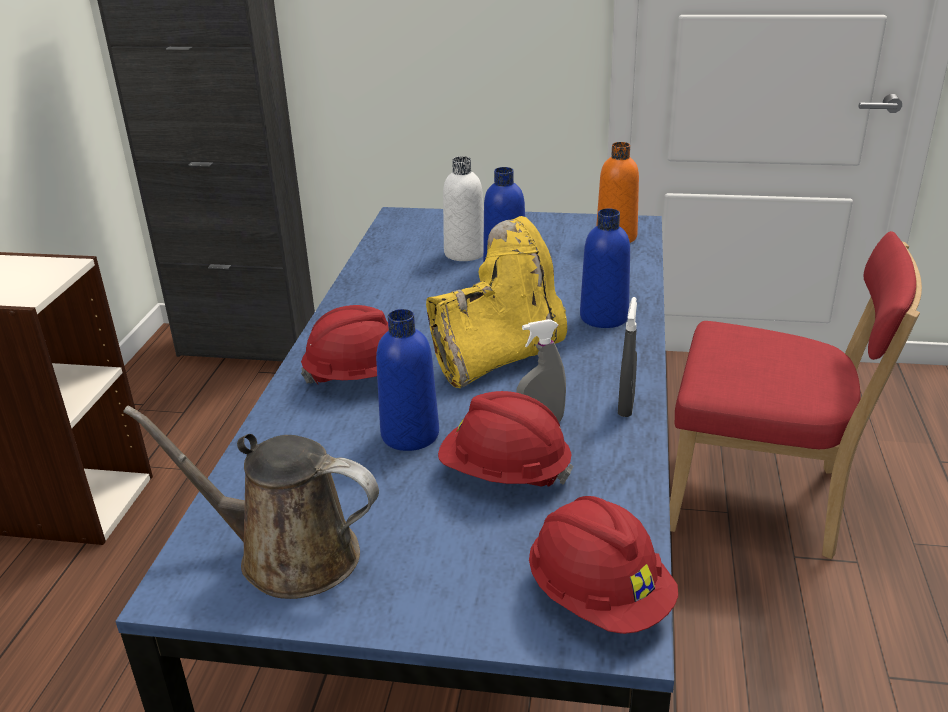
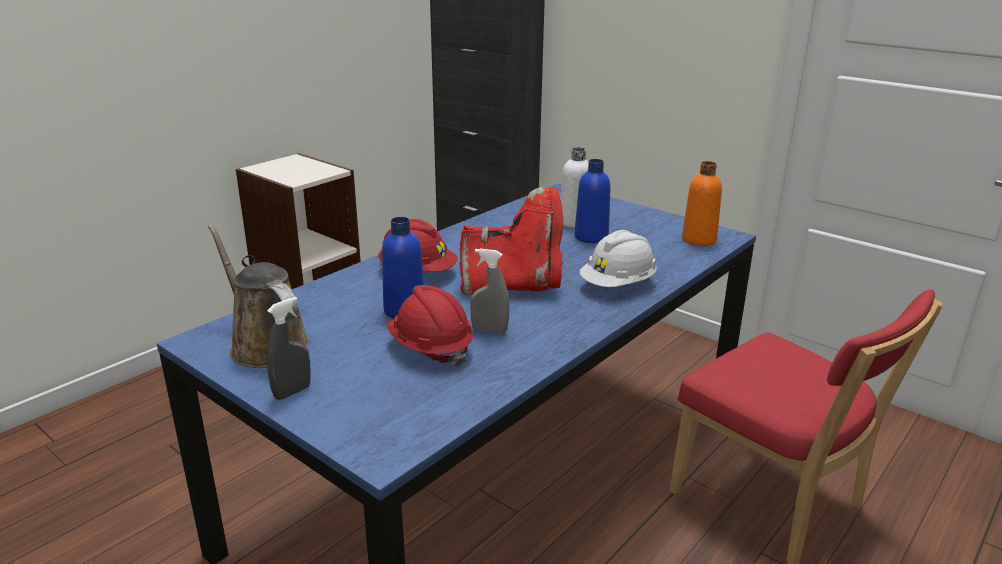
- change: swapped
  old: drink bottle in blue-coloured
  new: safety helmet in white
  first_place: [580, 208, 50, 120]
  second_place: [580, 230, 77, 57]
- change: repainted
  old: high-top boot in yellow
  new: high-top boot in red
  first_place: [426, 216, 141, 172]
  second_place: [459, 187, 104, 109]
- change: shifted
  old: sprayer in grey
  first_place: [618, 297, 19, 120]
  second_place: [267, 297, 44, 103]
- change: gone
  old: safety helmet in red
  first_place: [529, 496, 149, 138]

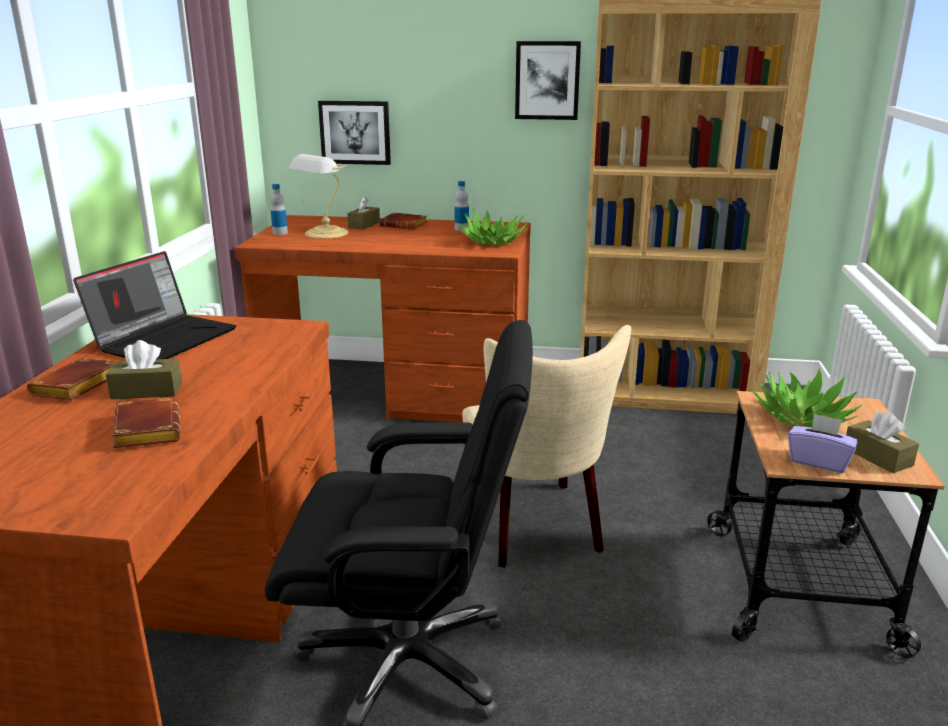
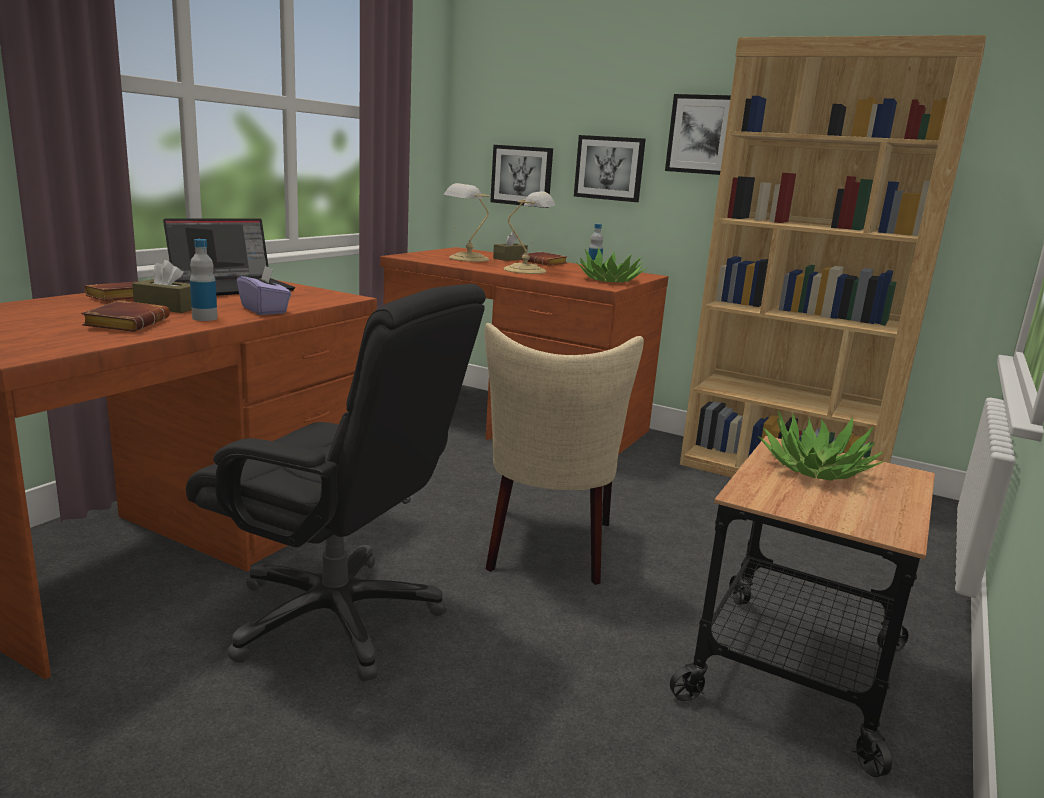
- change: shifted
  old: drink bottle
  first_place: [270, 184, 18, 51]
  second_place: [190, 239, 28, 82]
- change: gone
  old: tissue holder in brown
  first_place: [846, 411, 73, 62]
- change: shifted
  old: tissue holder in purple-coloured
  first_place: [788, 413, 69, 60]
  second_place: [237, 265, 54, 50]
- change: new
  new: wall picture
  second_place: [574, 135, 72, 67]
- change: new
  new: lamp for a table
  second_place: [503, 191, 52, 83]

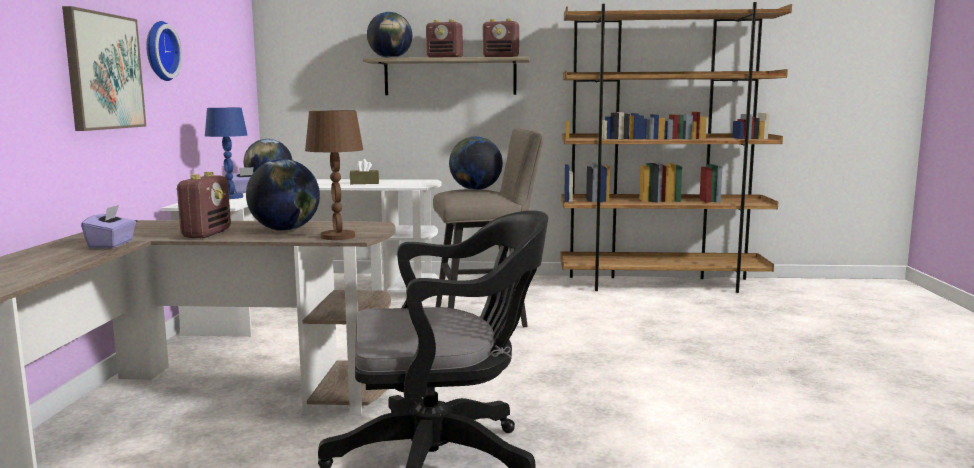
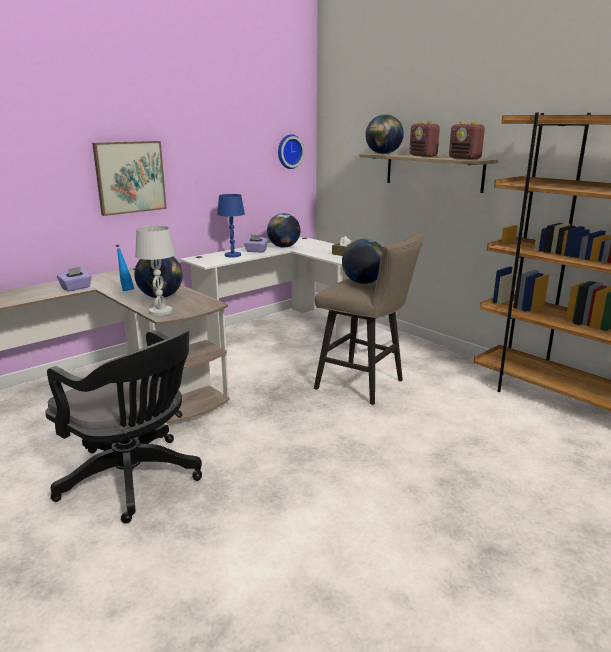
- change: shifted
  old: wall clock
  first_place: [146, 21, 36, 60]
  second_place: [278, 134, 26, 35]
- change: repainted
  old: lamp for a table in brown
  new: lamp for a table in white
  first_place: [305, 110, 58, 130]
  second_place: [135, 226, 40, 90]
- change: swapped
  old: radio receiver
  new: drink bottle in blue-coloured
  first_place: [177, 172, 54, 66]
  second_place: [116, 245, 18, 46]

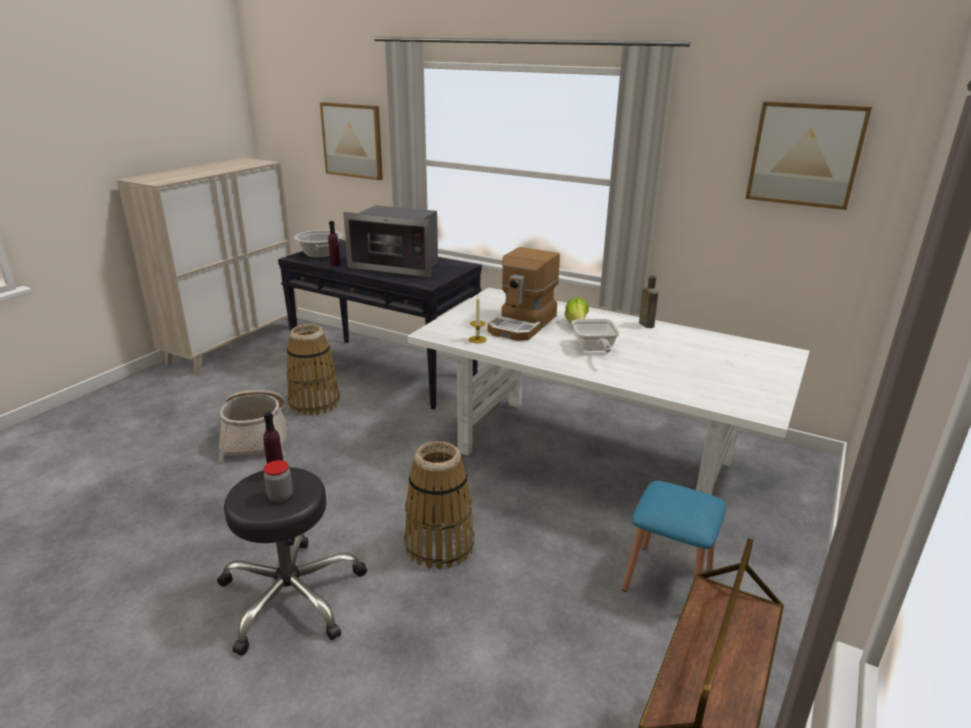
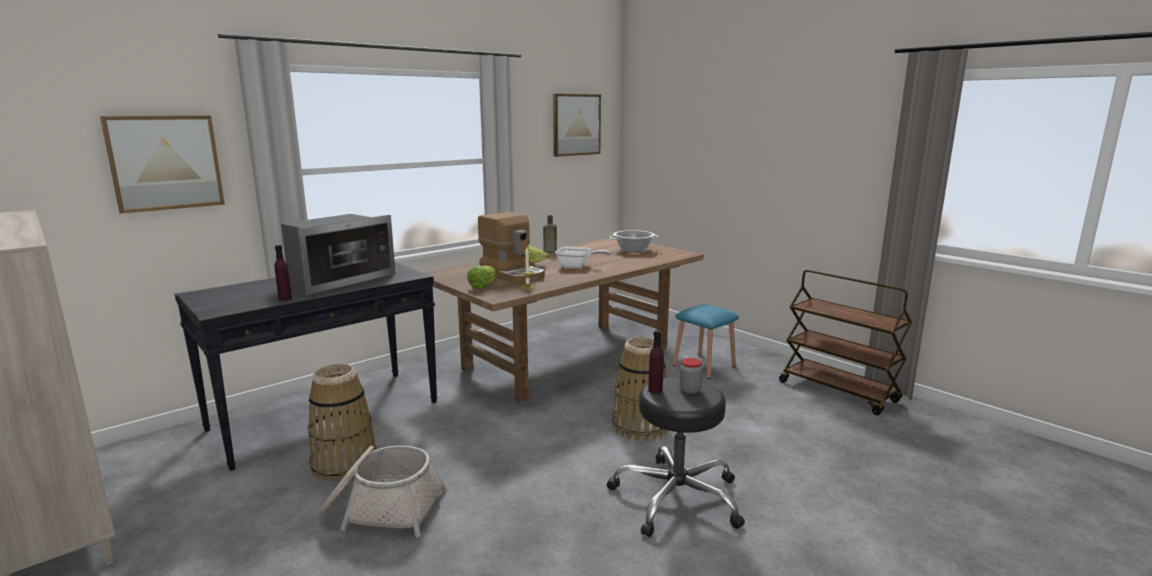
- change: shifted
  old: saucepot
  first_place: [294, 230, 48, 28]
  second_place: [609, 230, 50, 23]
- change: repainted
  old: dining table in white
  new: dining table in brown
  first_place: [408, 288, 402, 207]
  second_place: [423, 237, 281, 165]
- change: new
  new: lettuce
  second_place: [467, 266, 29, 23]

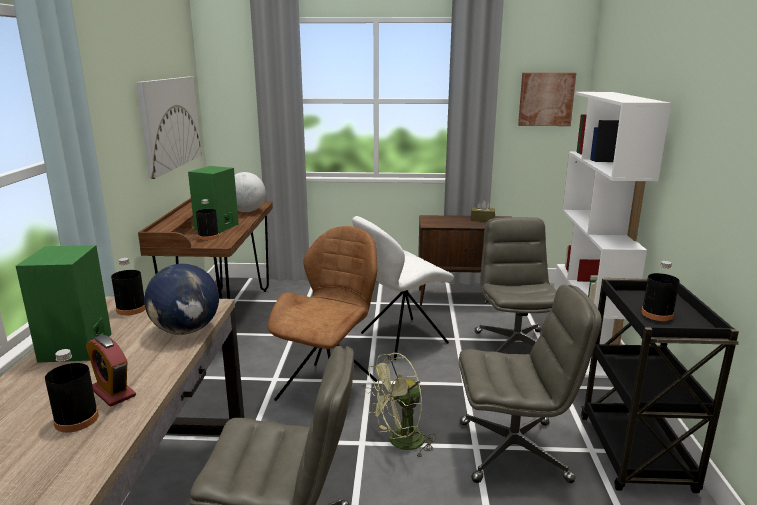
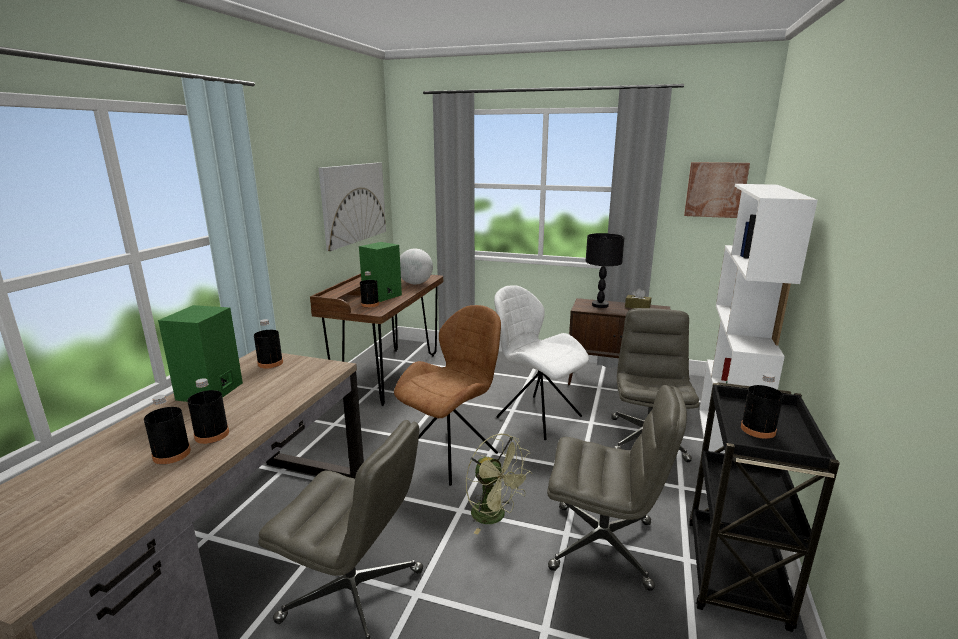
- change: rotated
  old: plain chair in white
  first_place: [352, 216, 102, 144]
  second_place: [494, 285, 95, 155]
  degrees: 60
- change: gone
  old: desk globe
  first_place: [144, 264, 75, 71]
- change: swapped
  old: bedside clock
  new: drink bottle in black
  first_place: [86, 335, 50, 72]
  second_place: [187, 378, 42, 66]
- change: rotated
  old: cooling fan in green
  first_place: [365, 353, 72, 104]
  second_place: [466, 434, 66, 101]
  degrees: -120
- change: new
  new: lamp for a table in black
  second_place: [586, 233, 39, 75]

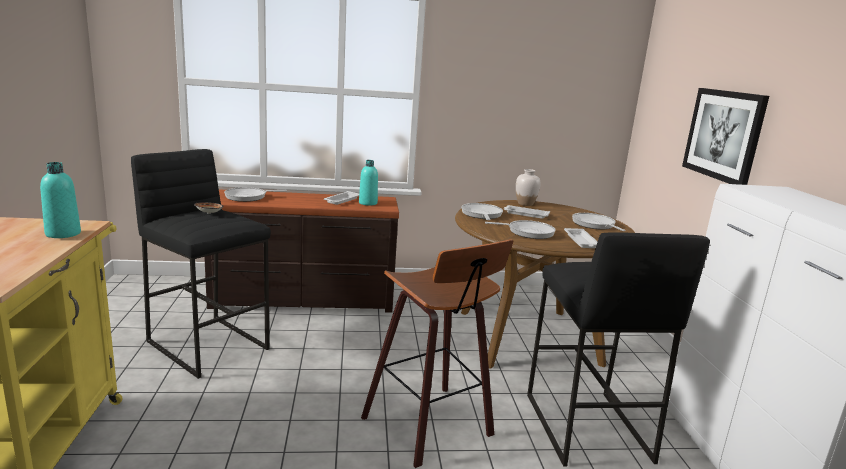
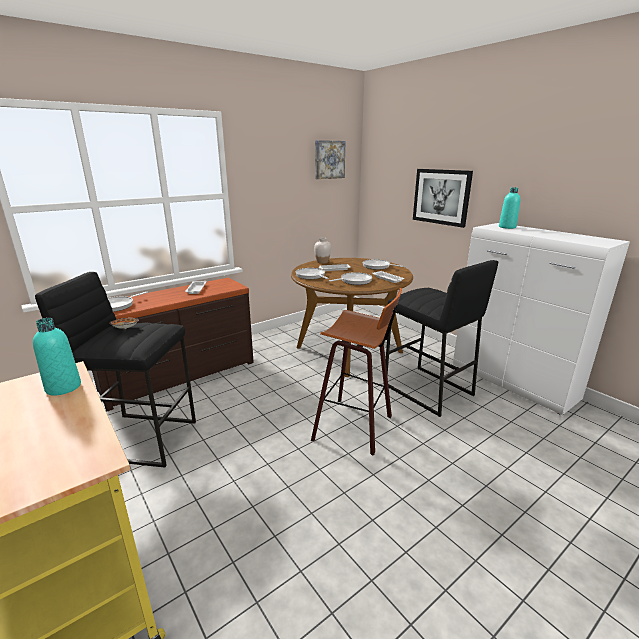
- change: shifted
  old: drink bottle in turquoise-coloured
  first_place: [359, 160, 19, 46]
  second_place: [499, 188, 21, 41]
- change: new
  new: wall picture
  second_place: [315, 140, 31, 39]

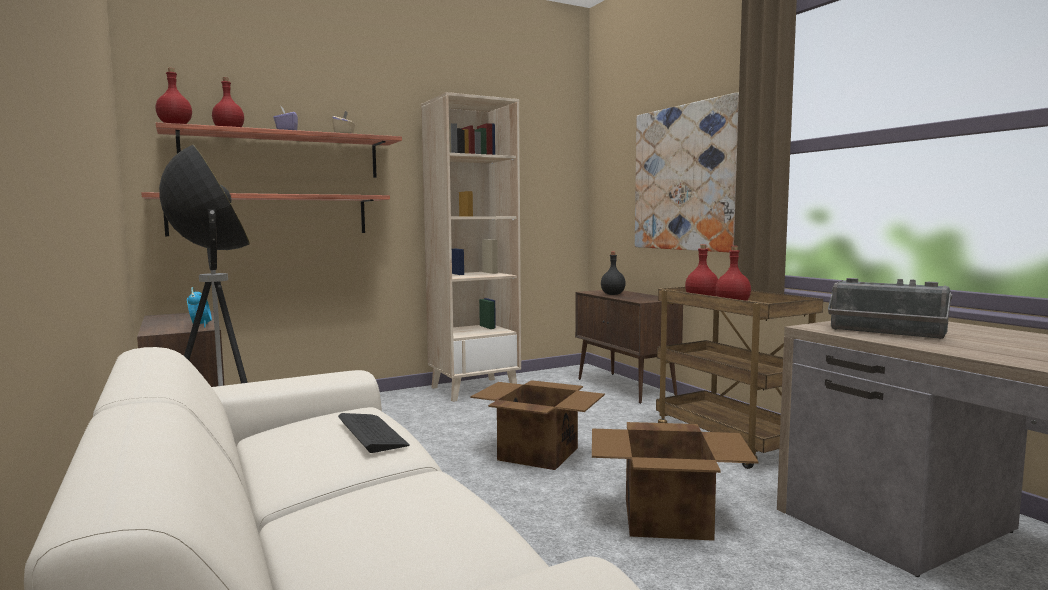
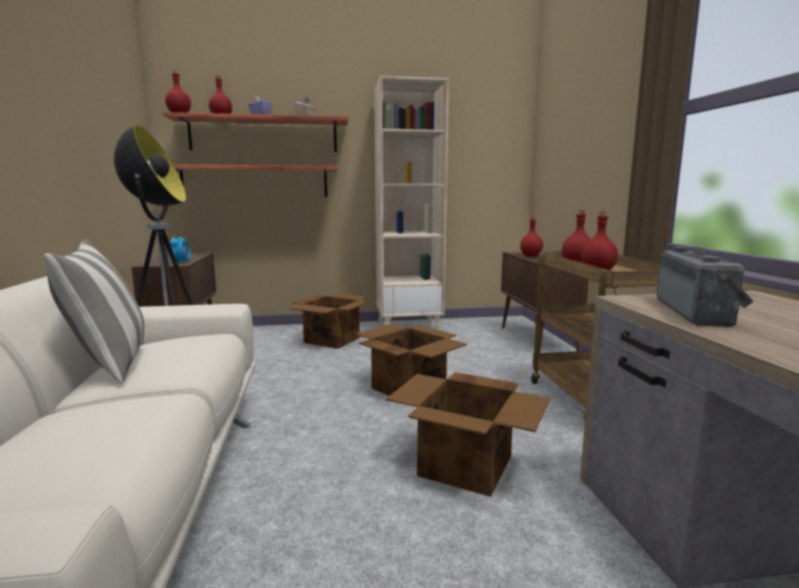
- change: gone
  old: wall picture
  first_place: [635, 92, 104, 161]
- change: repainted
  old: drink bottle in black
  new: drink bottle in red
  first_place: [601, 252, 25, 43]
  second_place: [520, 217, 23, 39]
- change: rotated
  old: radio receiver
  first_place: [828, 278, 124, 61]
  second_place: [656, 247, 98, 80]
  degrees: -135
- change: gone
  old: PC keyboard
  first_place: [338, 413, 72, 40]
- change: new
  new: throw pillow
  second_place: [43, 239, 101, 145]
- change: new
  new: cardboard box
  second_place: [290, 293, 79, 56]

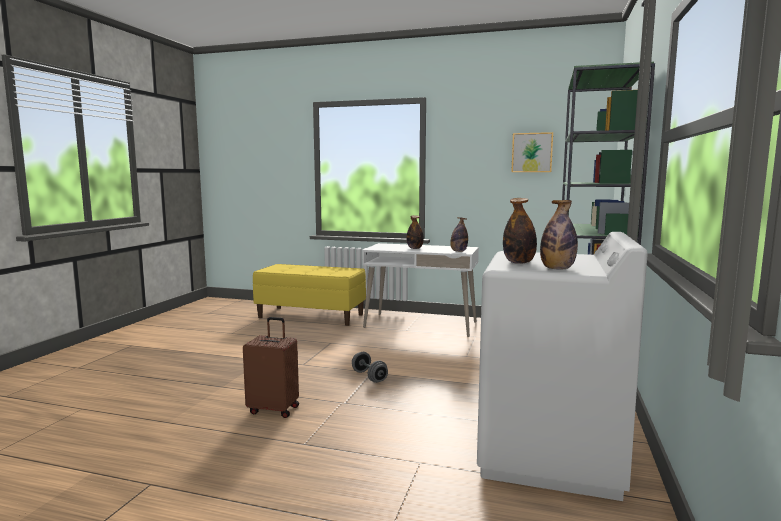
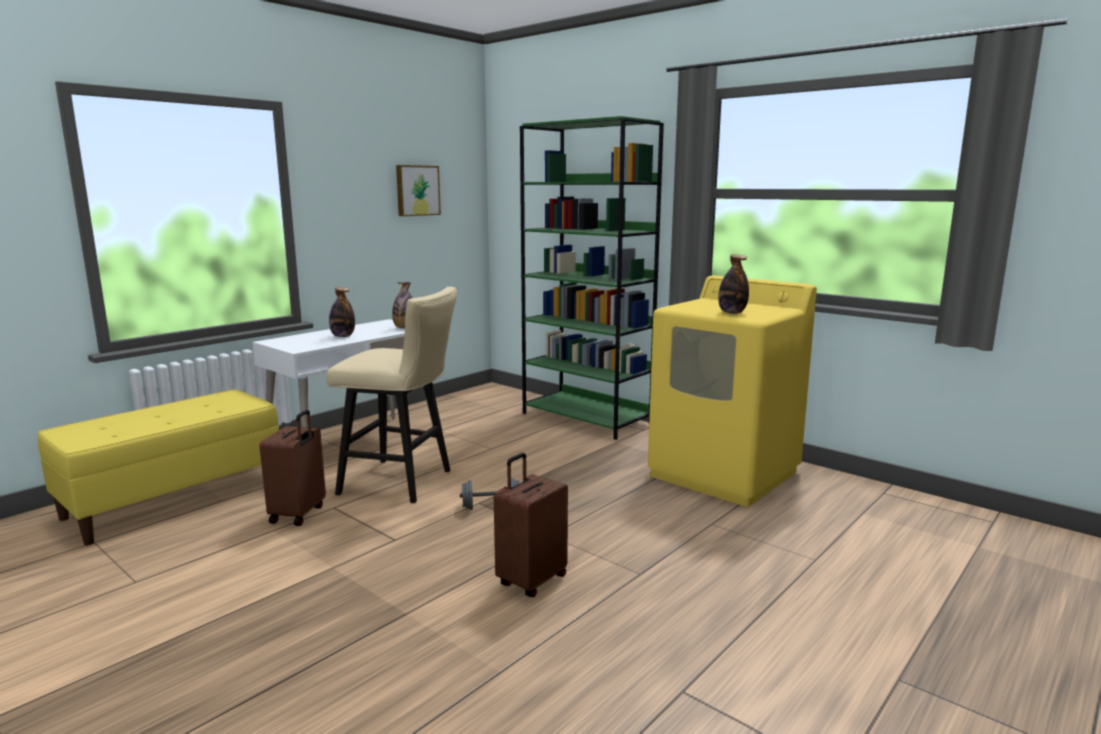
- change: gone
  old: drink bottle
  first_place: [540, 200, 38, 69]
- change: repainted
  old: washing machine in white
  new: washing machine in yellow
  first_place: [477, 232, 171, 269]
  second_place: [648, 275, 169, 232]
- change: new
  new: stool in beige-coloured
  second_place: [326, 287, 131, 216]
- change: new
  new: piece of luggage in brown
  second_place: [259, 410, 67, 116]

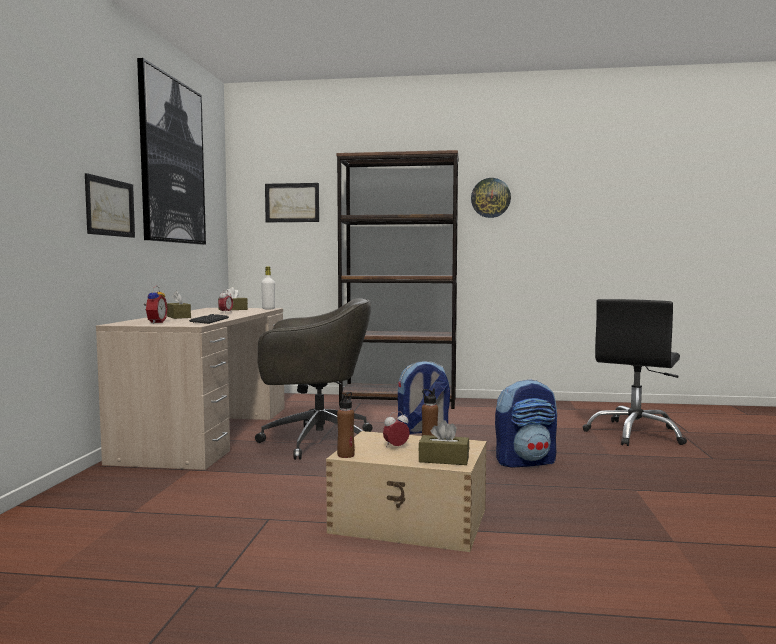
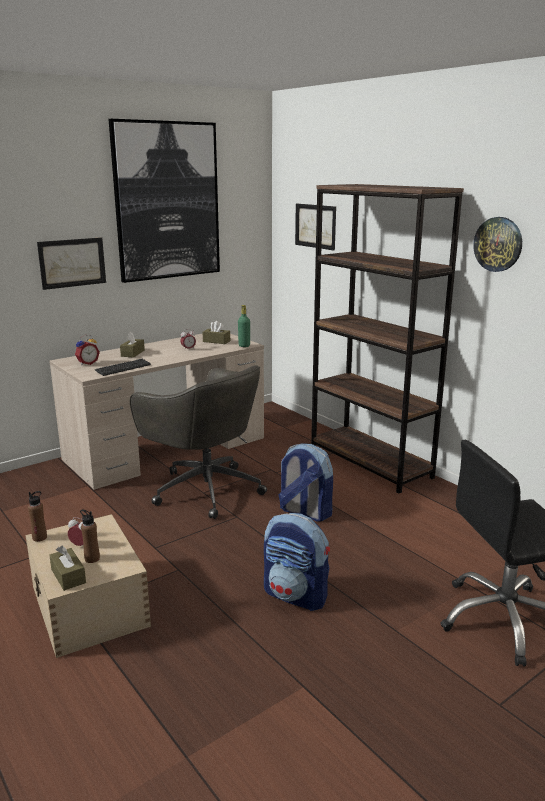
- change: repainted
  old: drink bottle in white
  new: drink bottle in green
  first_place: [261, 266, 14, 43]
  second_place: [238, 305, 12, 42]

